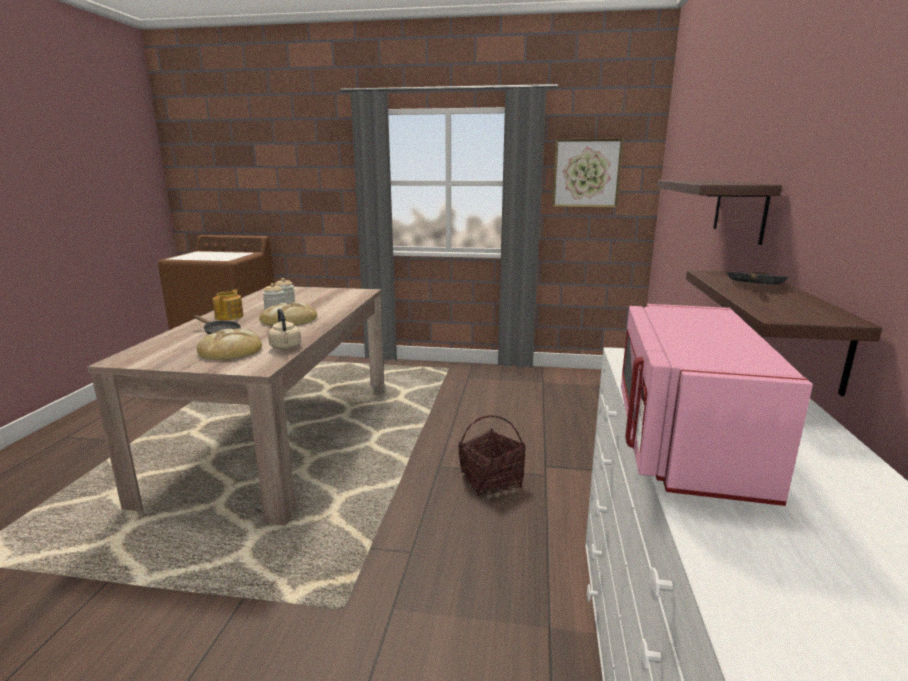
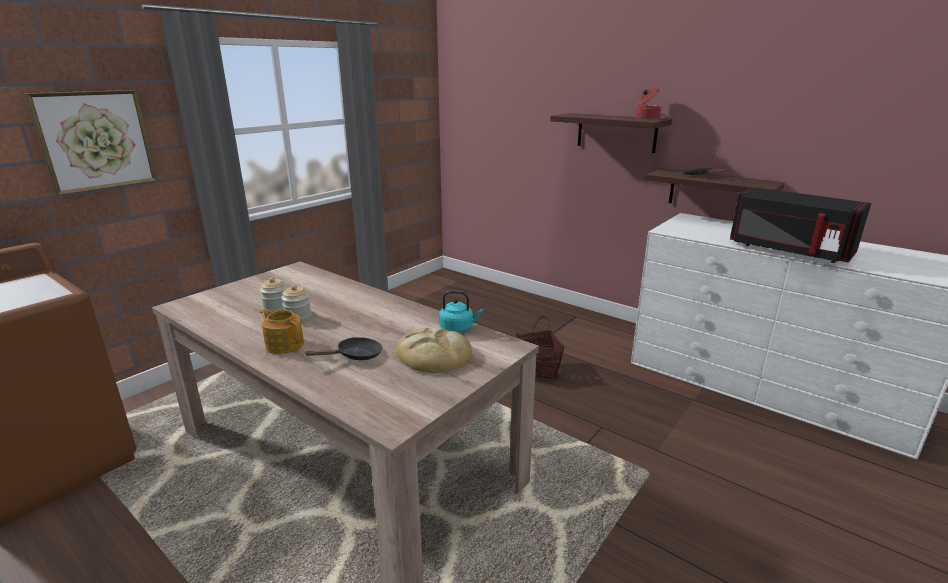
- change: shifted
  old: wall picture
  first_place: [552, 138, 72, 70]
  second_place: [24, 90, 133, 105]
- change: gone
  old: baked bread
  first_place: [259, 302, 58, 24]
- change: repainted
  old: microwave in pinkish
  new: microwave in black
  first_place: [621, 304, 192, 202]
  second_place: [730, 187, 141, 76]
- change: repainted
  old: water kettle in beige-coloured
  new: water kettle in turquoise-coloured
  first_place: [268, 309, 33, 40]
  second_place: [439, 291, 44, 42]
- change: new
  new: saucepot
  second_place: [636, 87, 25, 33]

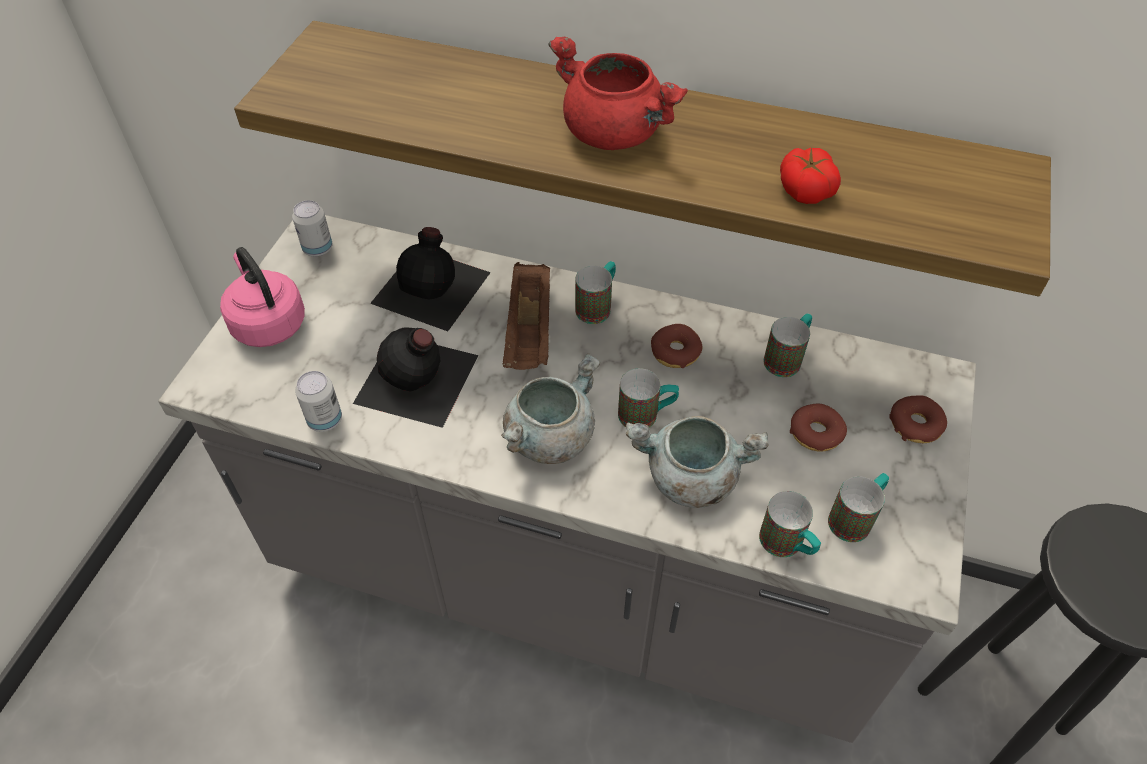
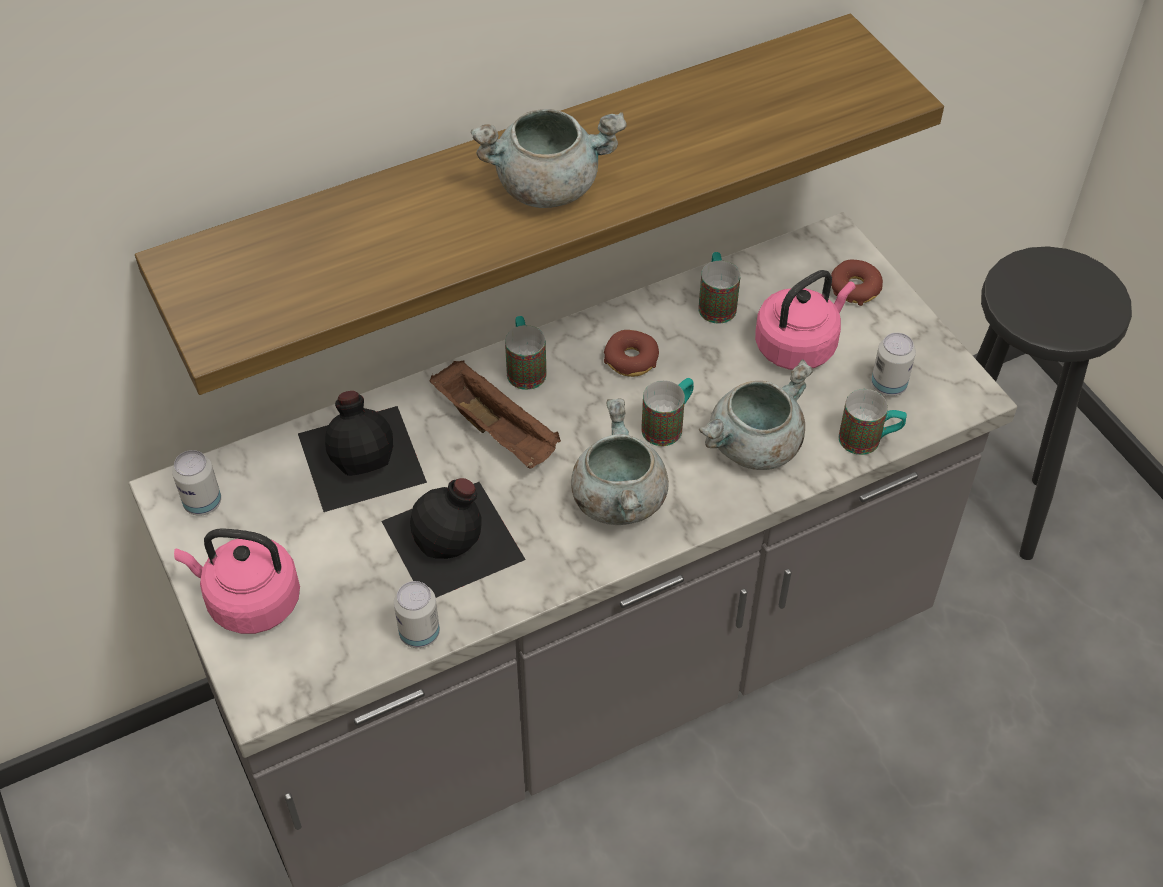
- change: repainted
  old: saucepot in red
  new: saucepot in grey
  first_place: [549, 37, 139, 113]
  second_place: [471, 109, 156, 99]
- change: gone
  old: whole tomato
  first_place: [780, 147, 61, 57]
- change: swapped
  old: doughnut
  new: water kettle in pinkish
  first_place: [790, 403, 57, 48]
  second_place: [755, 270, 100, 100]
- change: swapped
  old: coffee mug
  new: can
  first_place: [828, 473, 61, 69]
  second_place: [871, 333, 45, 63]

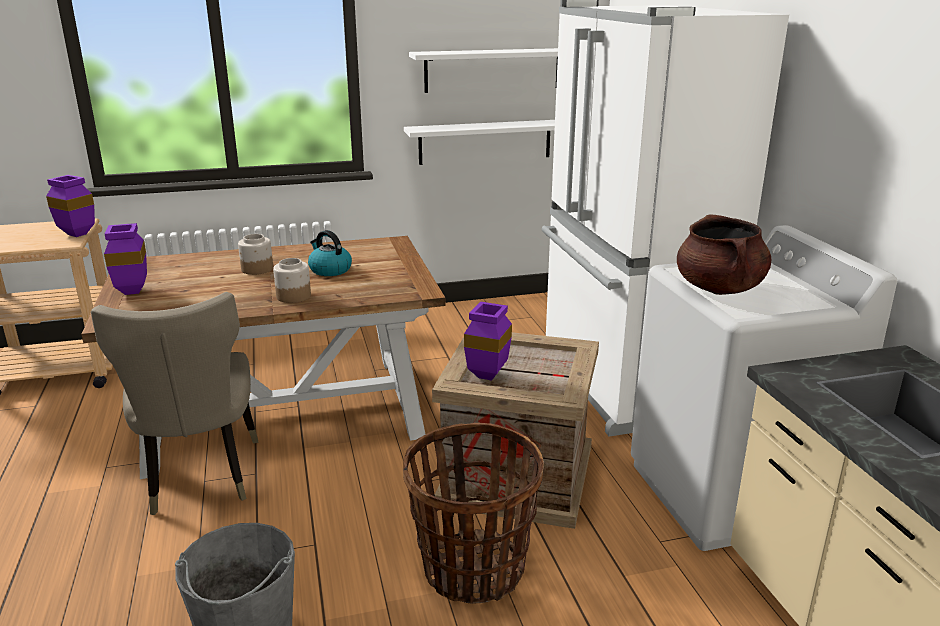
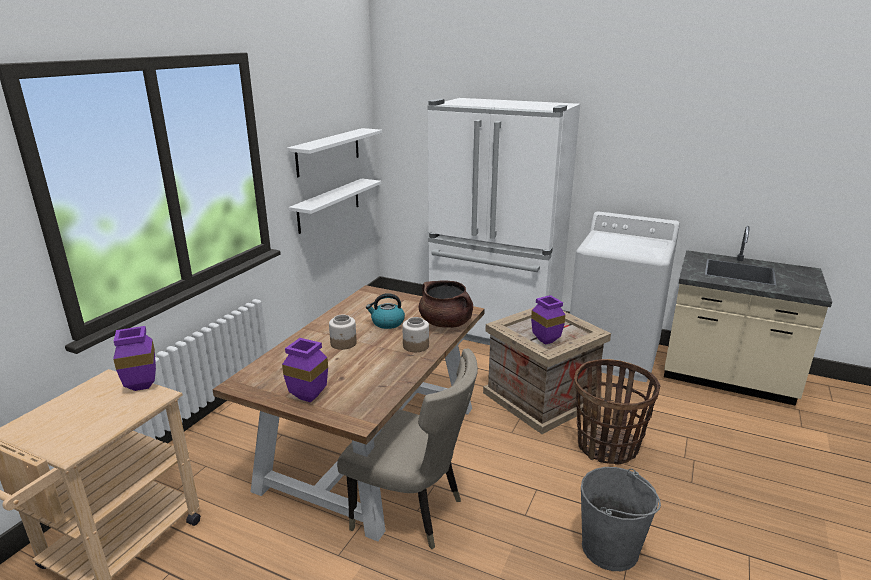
- change: shifted
  old: saucepot in brown
  first_place: [677, 214, 94, 81]
  second_place: [419, 280, 54, 48]

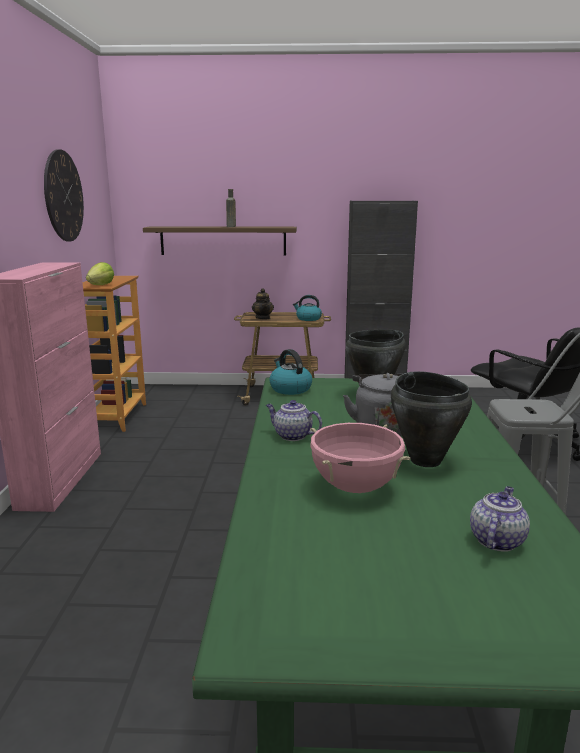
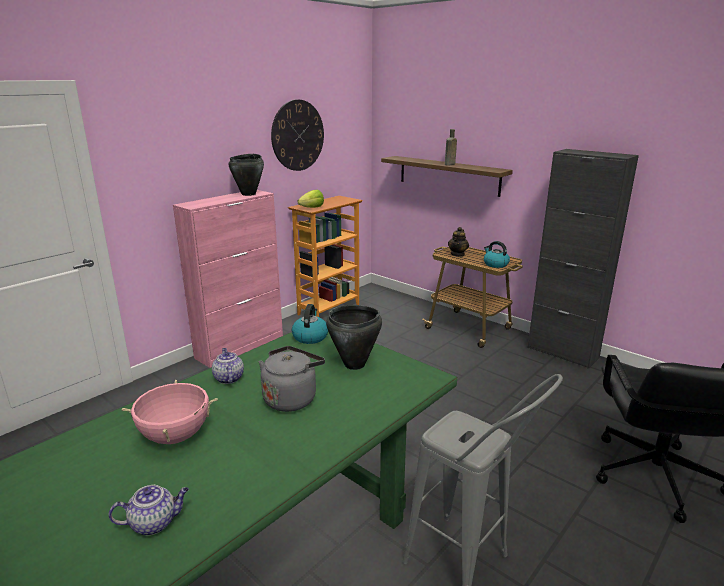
- change: shifted
  old: saucepot in black
  first_place: [391, 371, 81, 96]
  second_place: [229, 154, 35, 42]

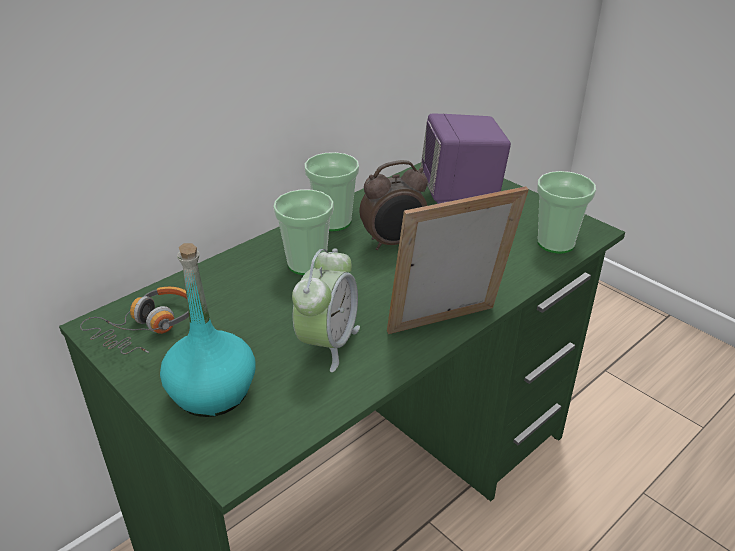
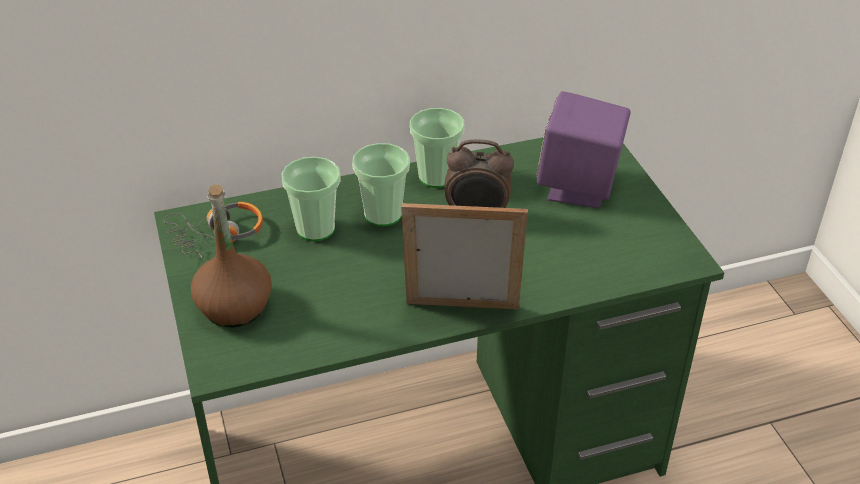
- change: shifted
  old: cup
  first_place: [537, 171, 59, 83]
  second_place: [282, 157, 59, 84]
- change: repainted
  old: drink bottle in turquoise-coloured
  new: drink bottle in brown
  first_place: [160, 243, 95, 174]
  second_place: [191, 184, 81, 143]
- change: gone
  old: bedside clock
  first_place: [292, 248, 68, 124]

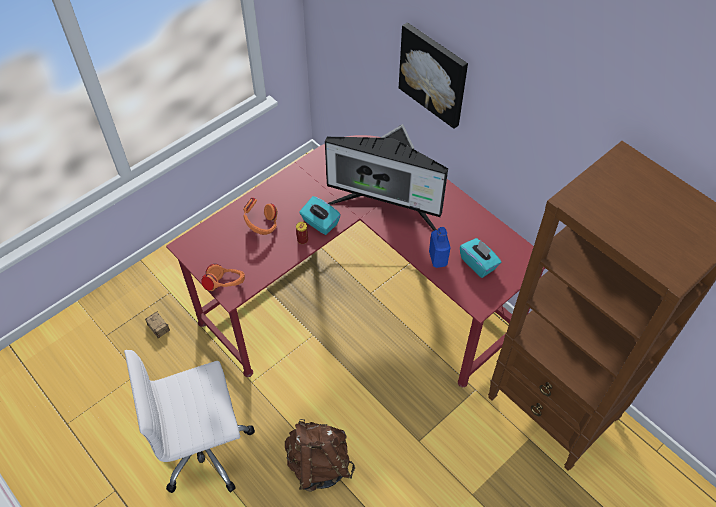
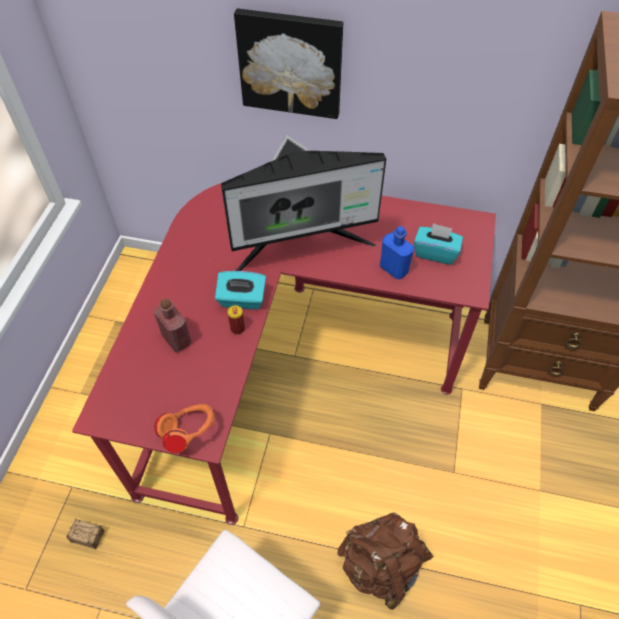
- change: swapped
  old: headphones in orangey
  new: drink bottle in red
  first_place: [243, 198, 34, 37]
  second_place: [154, 298, 37, 54]

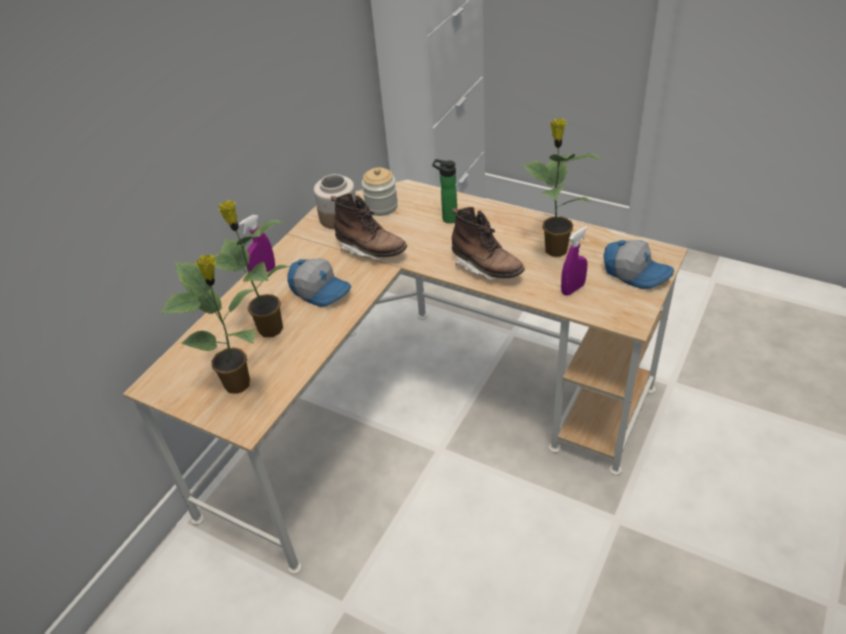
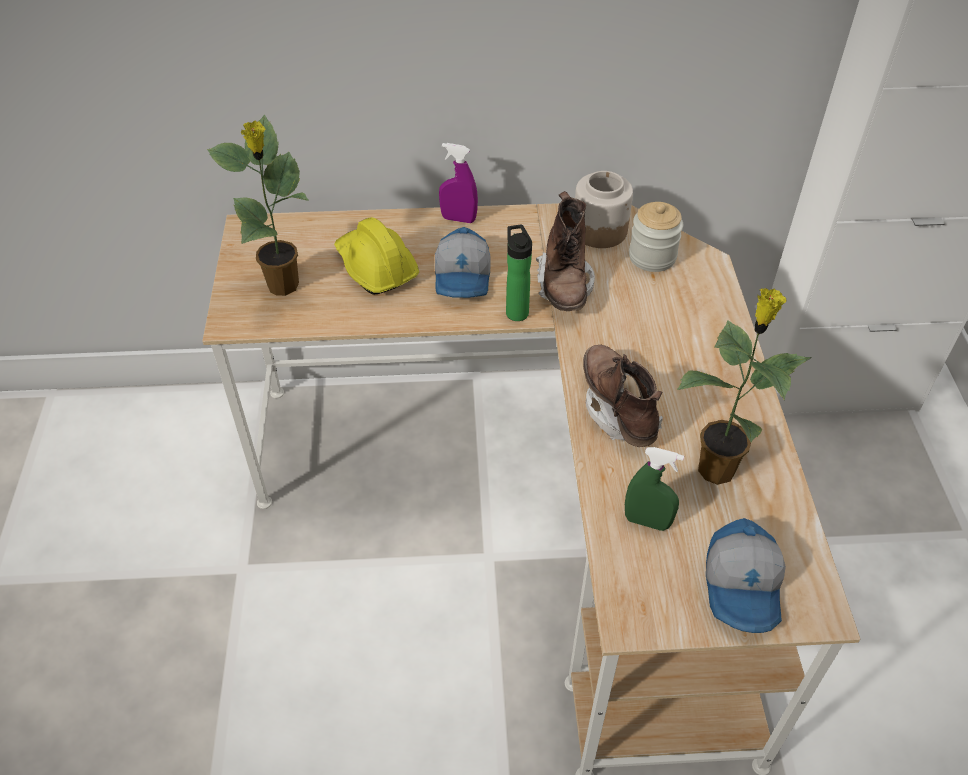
- change: shifted
  old: drink bottle
  first_place: [432, 159, 25, 64]
  second_place: [506, 225, 26, 96]
- change: swapped
  old: potted plant
  new: safety helmet in yellow
  first_place: [214, 200, 76, 137]
  second_place: [334, 217, 85, 78]
- change: rotated
  old: high-top boot in brown
  first_place: [452, 207, 73, 73]
  second_place: [583, 345, 80, 102]
  degrees: 150
- change: repainted
  old: sprayer in purple-coloured
  new: sprayer in green
  first_place: [561, 226, 27, 70]
  second_place: [625, 447, 59, 84]

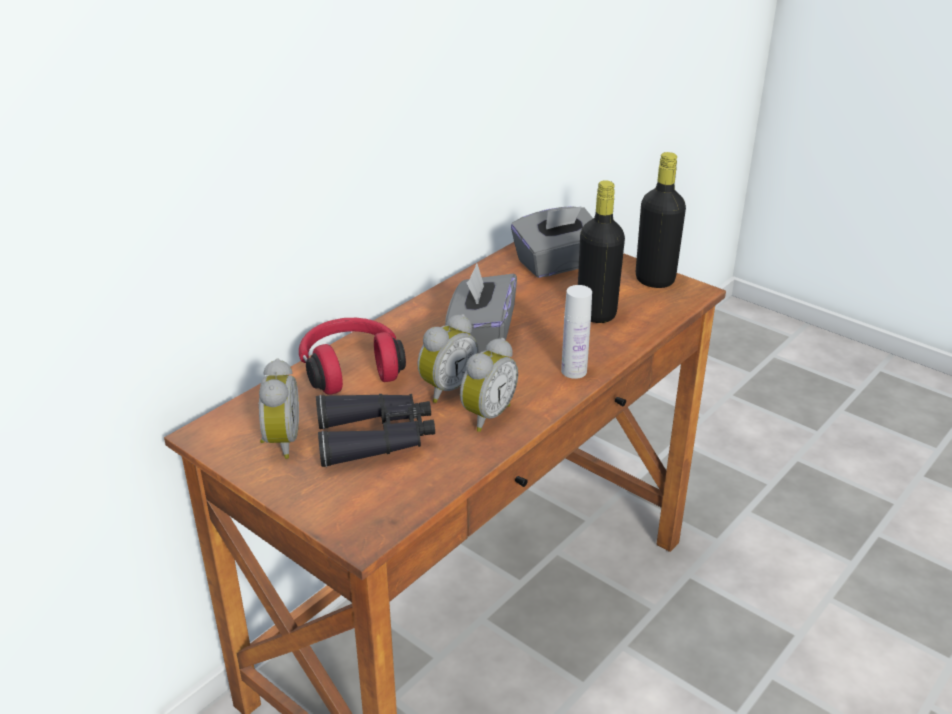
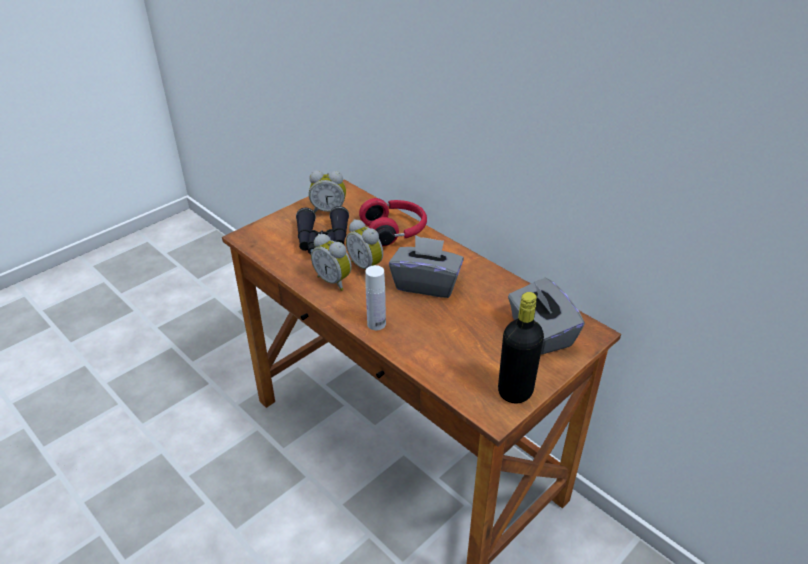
- change: gone
  old: drink bottle in black
  first_place: [578, 180, 47, 143]

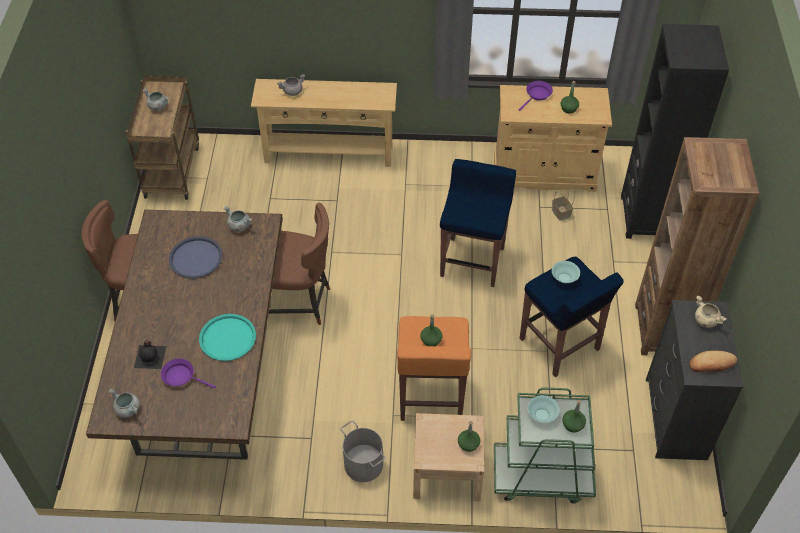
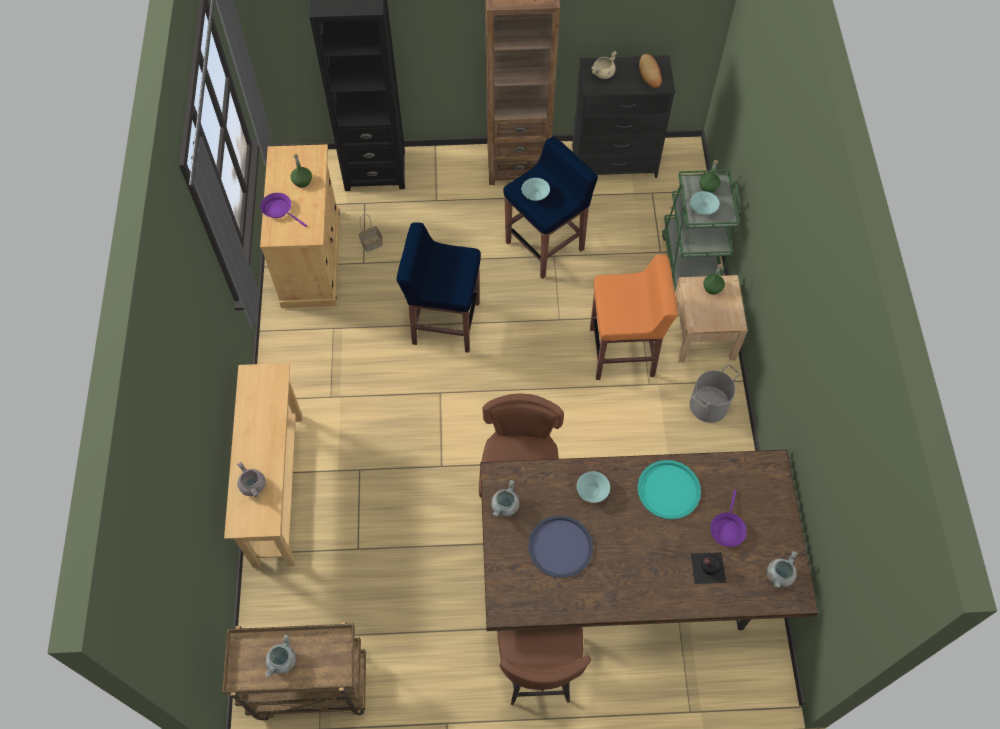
- change: gone
  old: drink bottle in green
  first_place: [420, 314, 22, 32]
- change: new
  new: deep dish in turquoise-coloured
  second_place: [577, 471, 33, 32]

